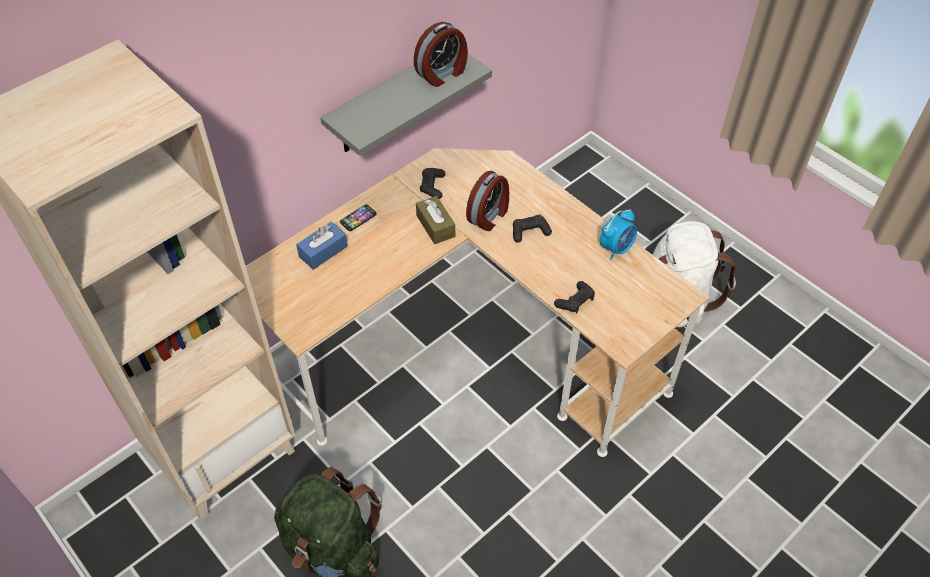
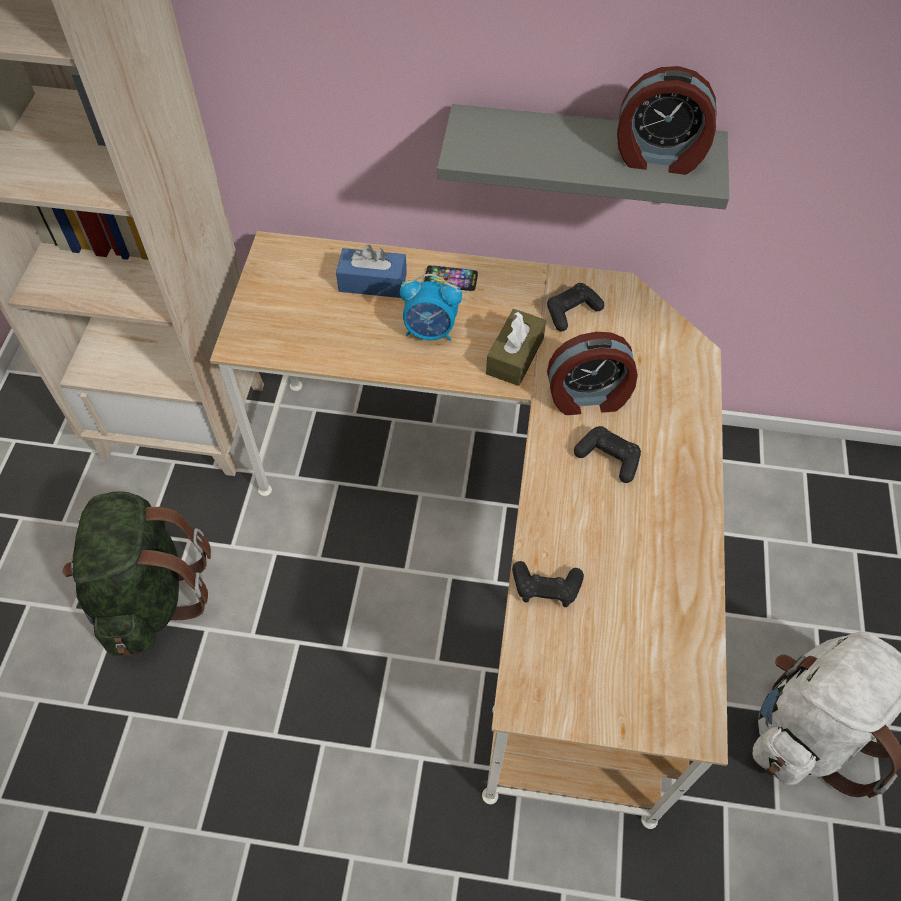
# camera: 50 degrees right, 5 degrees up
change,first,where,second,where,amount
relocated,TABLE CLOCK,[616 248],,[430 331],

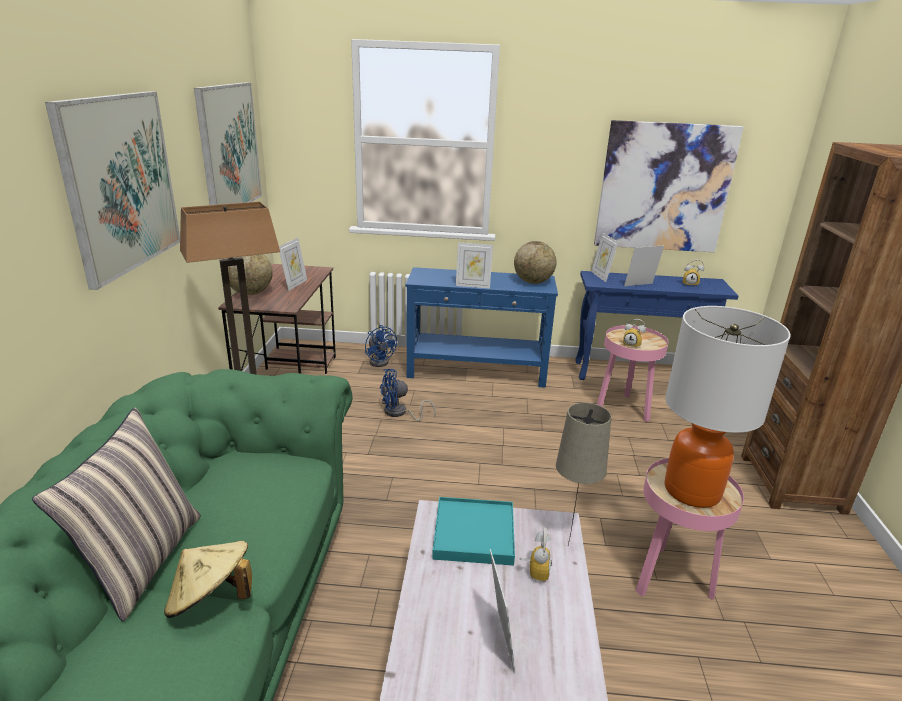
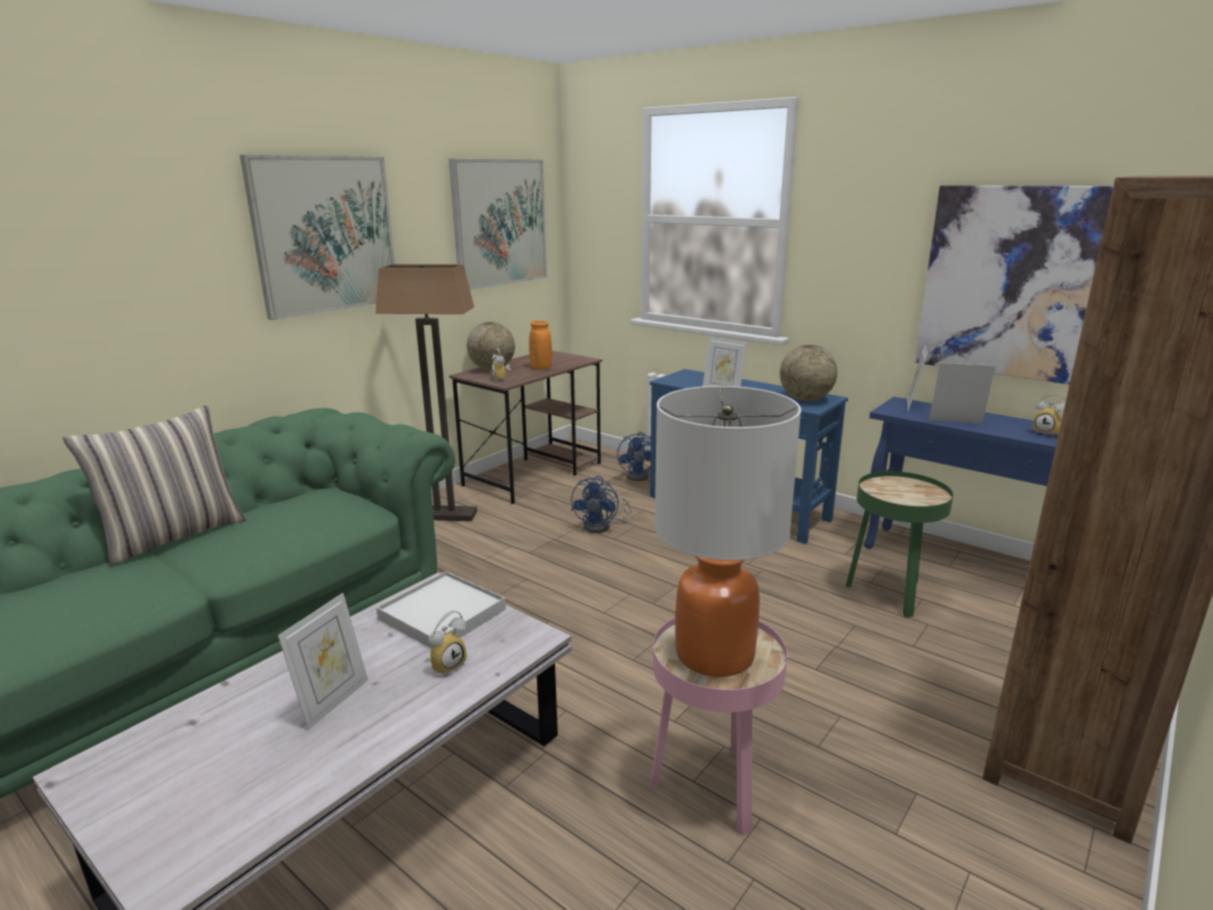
# camera: 35 degrees right, 5 degrees down
change,first,where,second,where,amount
colour,TURQUOISE SERVING TRAY,[474 534],WHITE SERVING TRAY,[442 614],
relocated,TABLE CLOCK,[632 345],,[502 379],
exchanged,PICTURE FRAME,[294 284],ORANGE VASE,[541 368],
spun,BLUE FAN,[399 413],,[602 526],90 degrees counterclockwise
colour,PINKISH SIDE TABLE,[624 408],GREENISH SIDE TABLE,[890 593],
missing,BEIGE-COLOURED WEARABLE HAT,[211 599],,,
missing,BEIGE-COLOURED TABLE LAMP,[569 537],,,

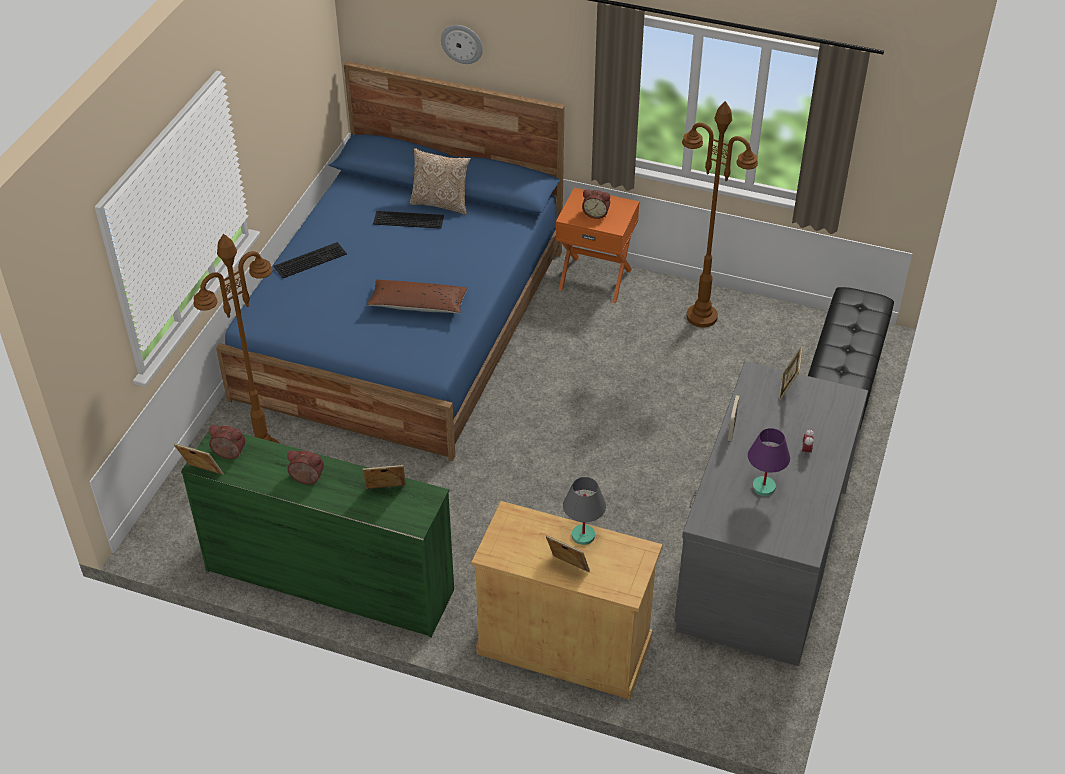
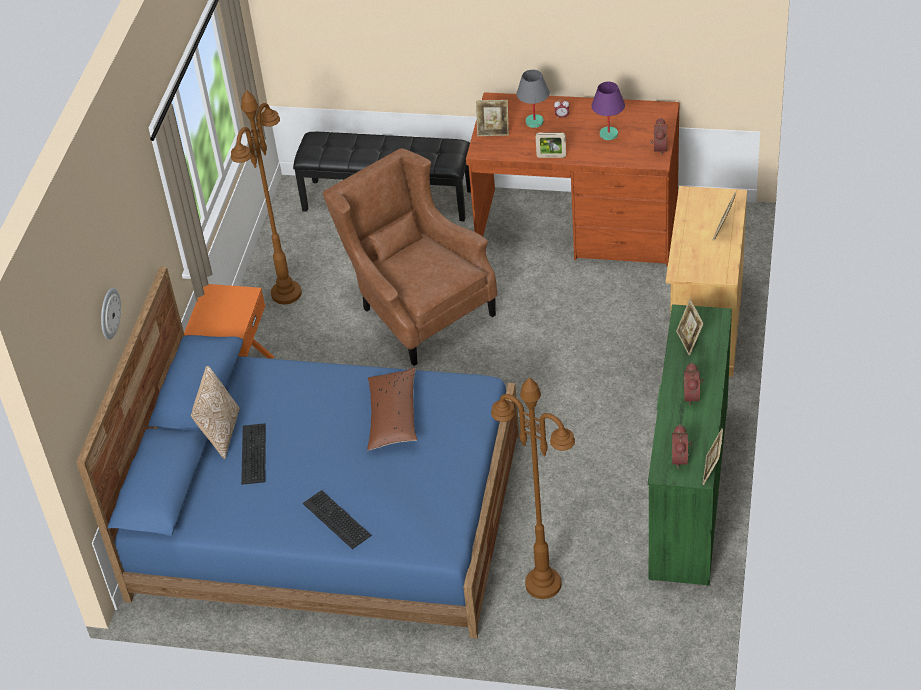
# camera: 95 degrees left, 0 degrees up
change,first,where,second,where,amount
appeared,,,BROWN LOUNGE CHAIR,[417 309],
colour,GRAY DESK,[761 559],BROWN DESK,[578 227],
relocated,GRAY TABLE LAMP,[582 536],,[535 122],
relocated,TABLE CLOCK,[596 213],,[658 148],

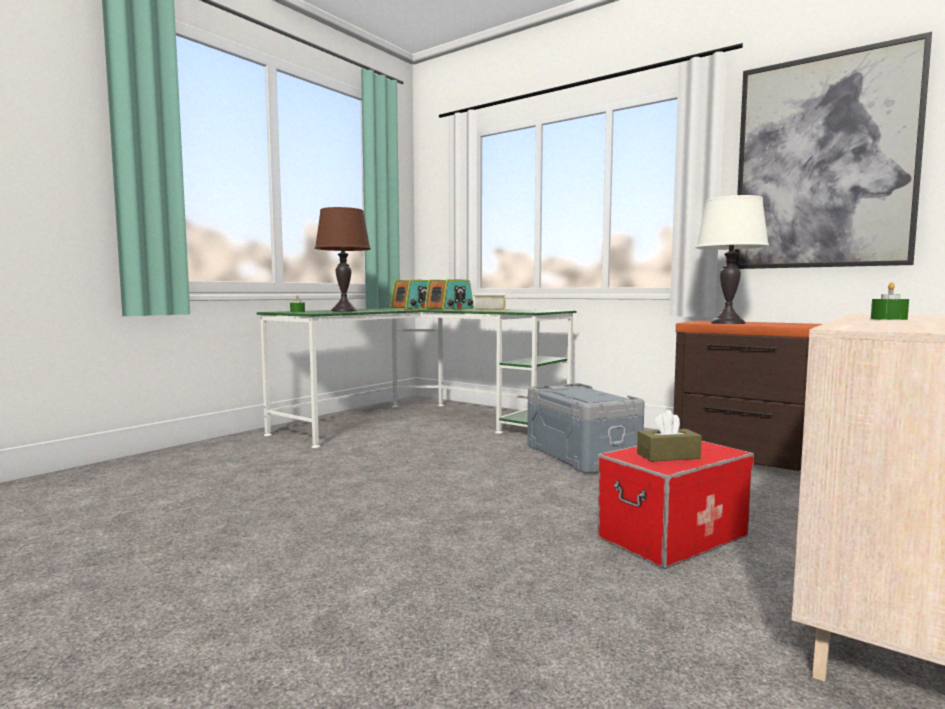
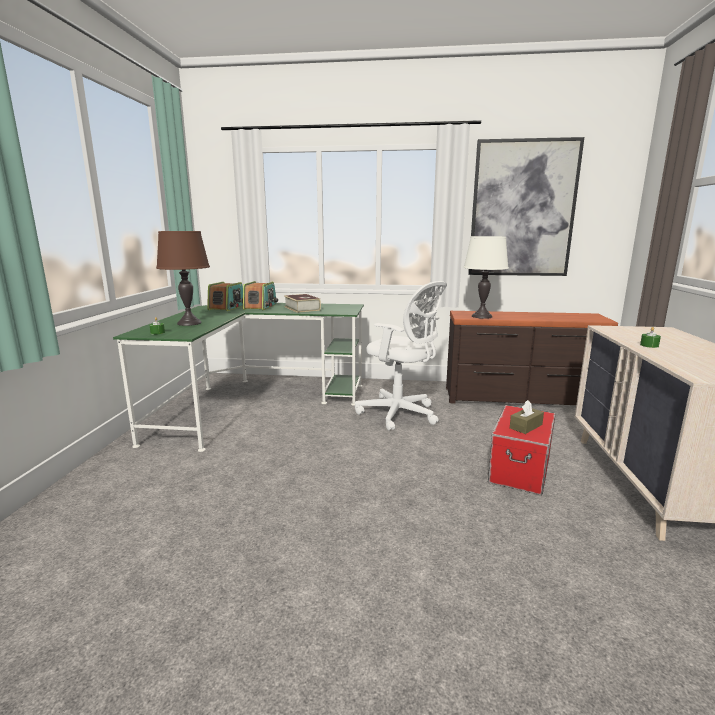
# camera: 30 degrees left, 10 degrees up
change,first,where,second,where,amount
exchanged,GRAY STORAGE BIN,[580 455],WHITE COMPUTER CHAIR,[400 414],

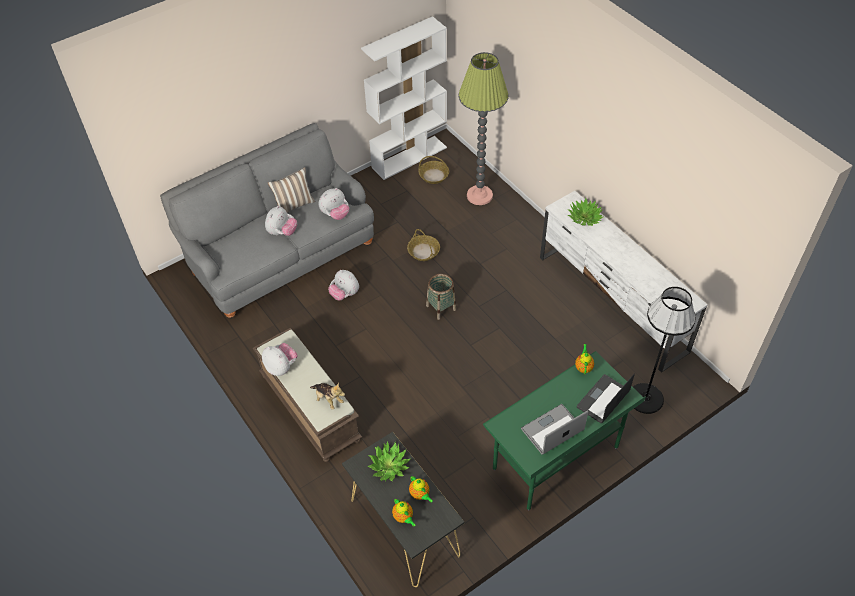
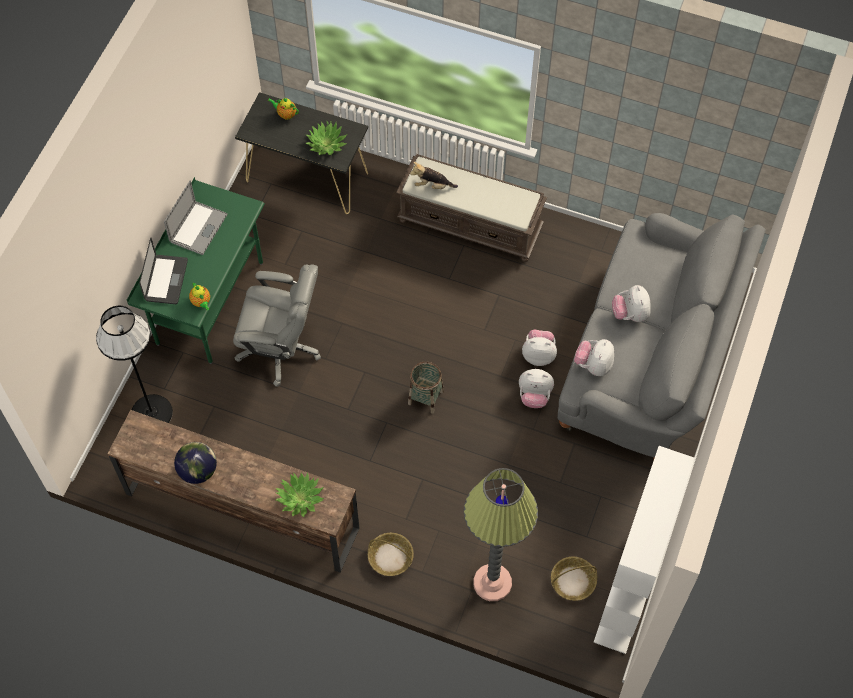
# camera: 145 degrees right, 10 degrees up
change,first,where,second,where,amount
colour,WHITE MEDIA CONSOLE,[612 304],BROWN MEDIA CONSOLE,[241 510],
appeared,,,DESK GLOBE,[198 471],
appeared,,,GRAY COMPUTER CHAIR,[281 348],
relocated,BASKET,[424 251],,[390 557],
relocated,PLUSH TOY,[281 367],,[534 396],
missing,CUSHION,[294 205],,,
missing,TEA POT,[420 494],,,

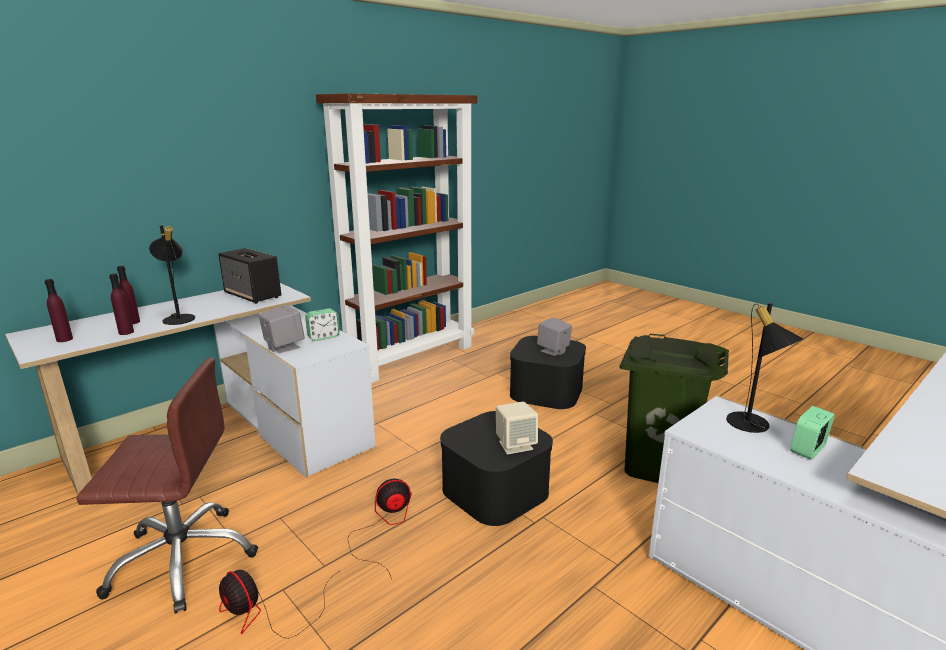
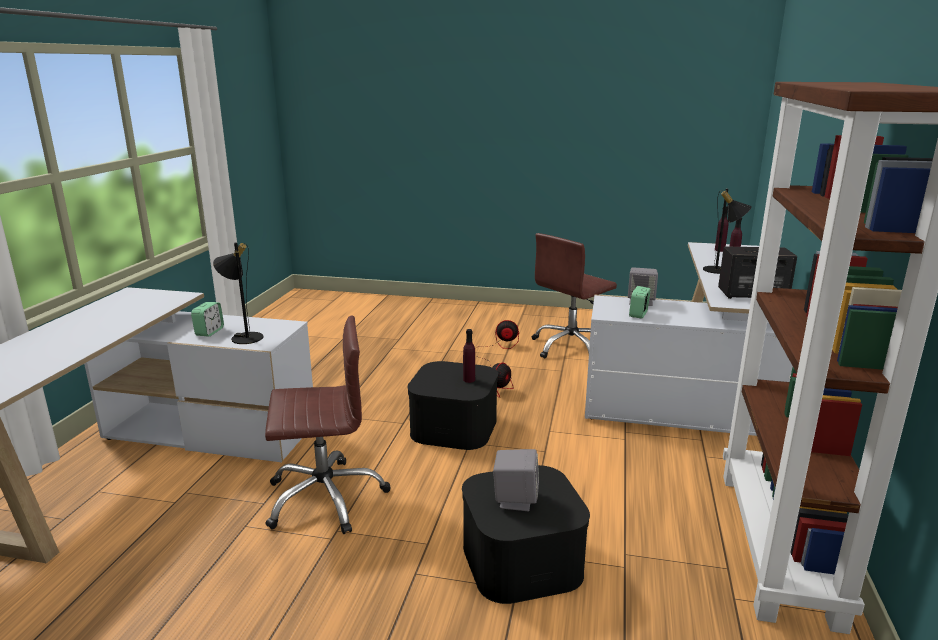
# camera: 145 degrees right, 0 degrees up
change,first,where,second,where,amount
exchanged,GREENISH RUBBISH BIN,[657 466],BROWN COMPUTER CHAIR,[325 497],
relocated,PURPLE BOTTLE,[126 332],,[469 380],
missing,BEIGE-COLOURED SPEAKER,[515 445],,,

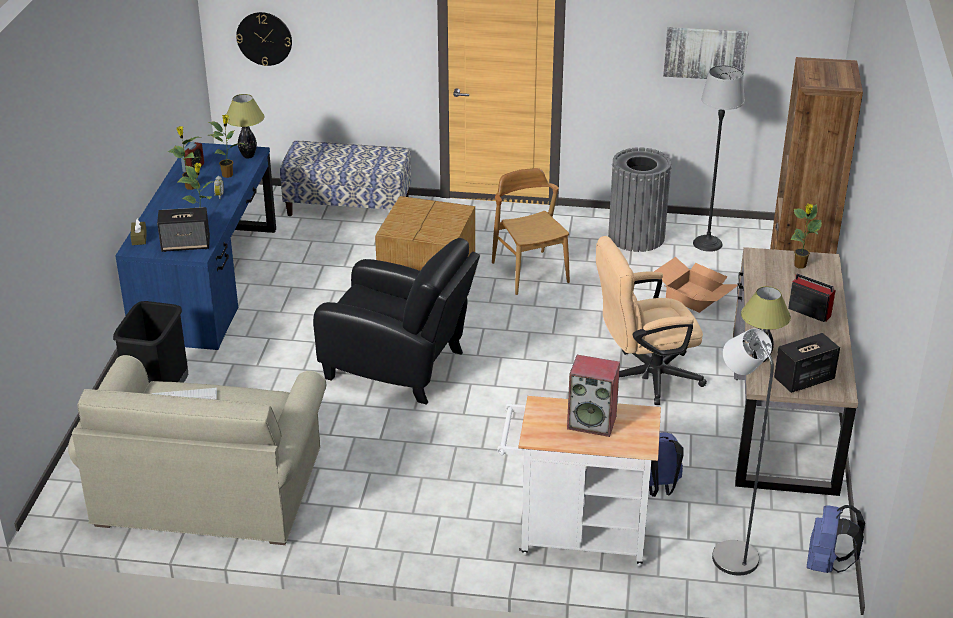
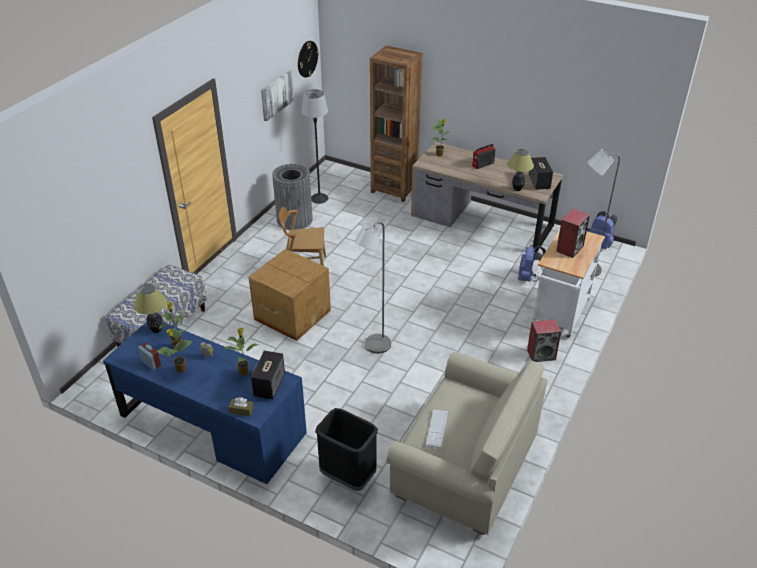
# camera: 70 degrees left, 5 degrees up
change,first,where,second,where,amount
relocated,CLOCK ON THE WALL,[264 38],,[307 59],
exchanged,BLACK-COLOURED LOUNGE CHAIR,[399 367],GRAY STANDING LAMP,[374 347],
appeared,,,SPEAKER,[541 354],
missing,BEIGE-COLOURED COMPUTER CHAIR,[644 377],,,
missing,CARDBOARD BOX,[694 296],,,

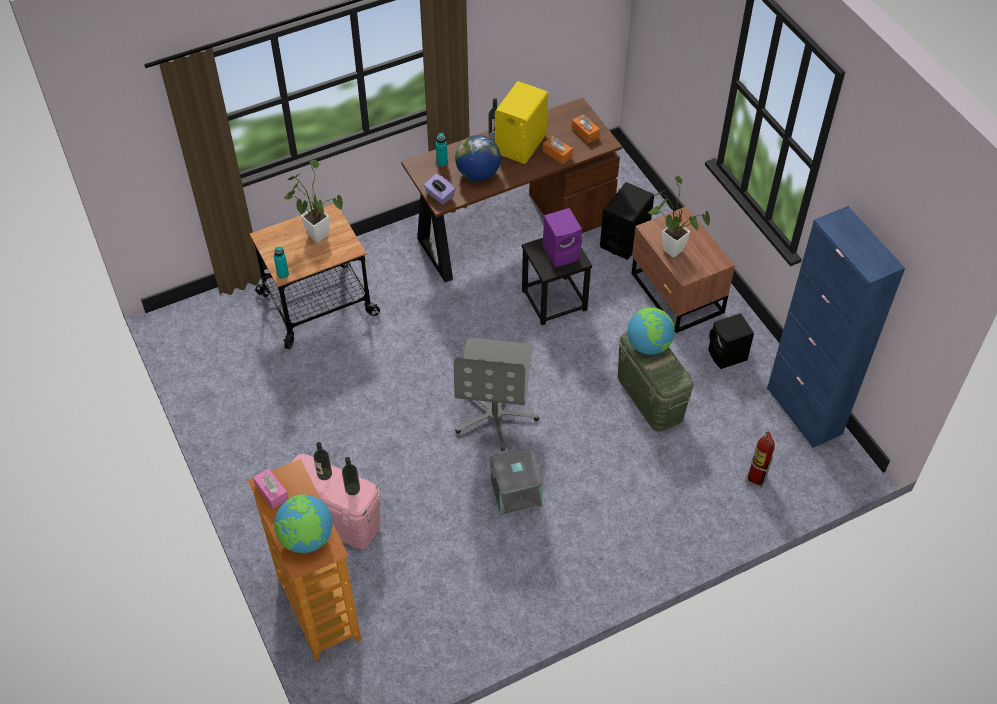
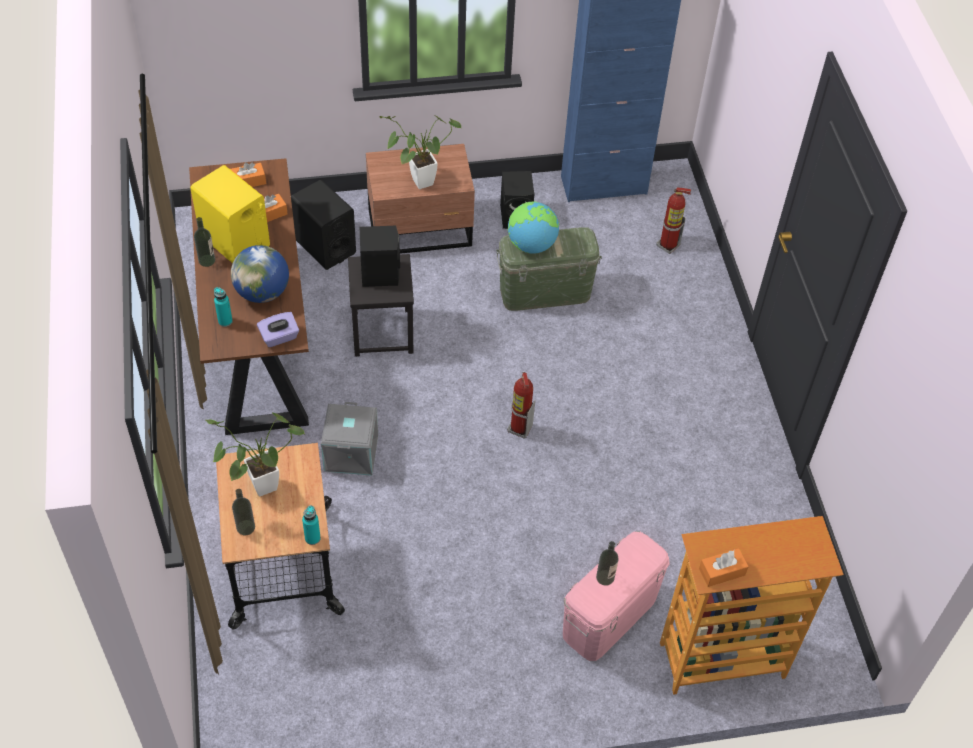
# camera: 75 degrees left, 0 degrees up
change,first,where,second,where,amount
relocated,BOTTLE,[352 488],,[245 527],
relocated,GRAY STORAGE BIN,[516 493],,[352 453],
colour,PURPLE SPEAKER,[562 252],BLACK-COLOURED SPEAKER,[380 273],
exchanged,GRAY COMPUTER CHAIR,[495 415],FIRE EXTINGUISHER,[519 428],
colour,PINKISH BOX OF TISSUES,[271 492],ORANGE BOX OF TISSUES,[722 572],
missing,DESK GLOBE,[306 538],,,

